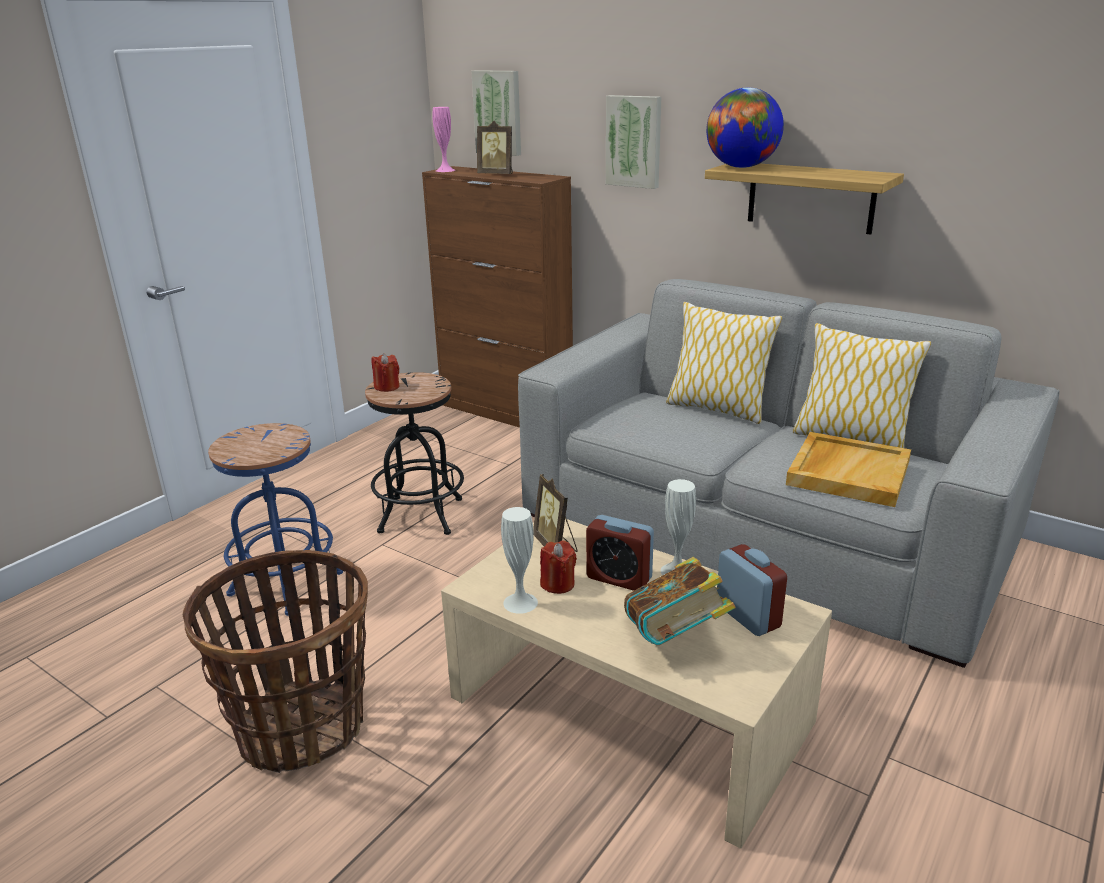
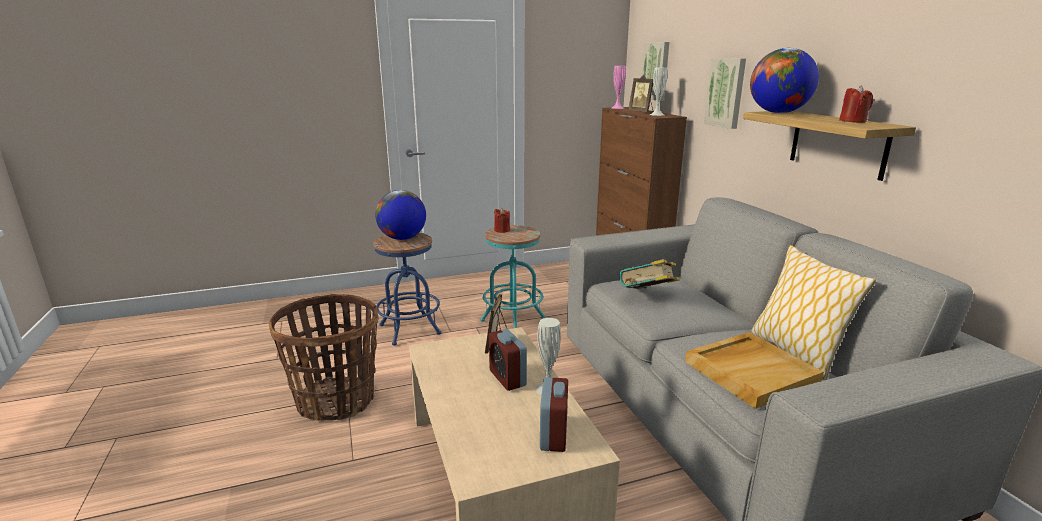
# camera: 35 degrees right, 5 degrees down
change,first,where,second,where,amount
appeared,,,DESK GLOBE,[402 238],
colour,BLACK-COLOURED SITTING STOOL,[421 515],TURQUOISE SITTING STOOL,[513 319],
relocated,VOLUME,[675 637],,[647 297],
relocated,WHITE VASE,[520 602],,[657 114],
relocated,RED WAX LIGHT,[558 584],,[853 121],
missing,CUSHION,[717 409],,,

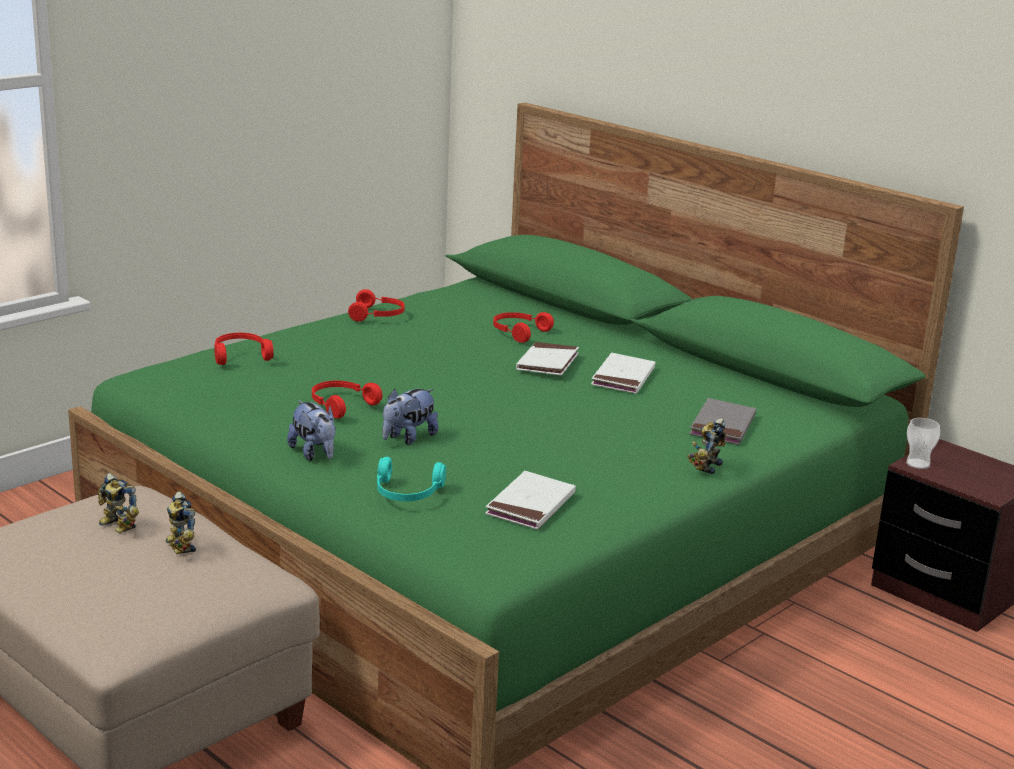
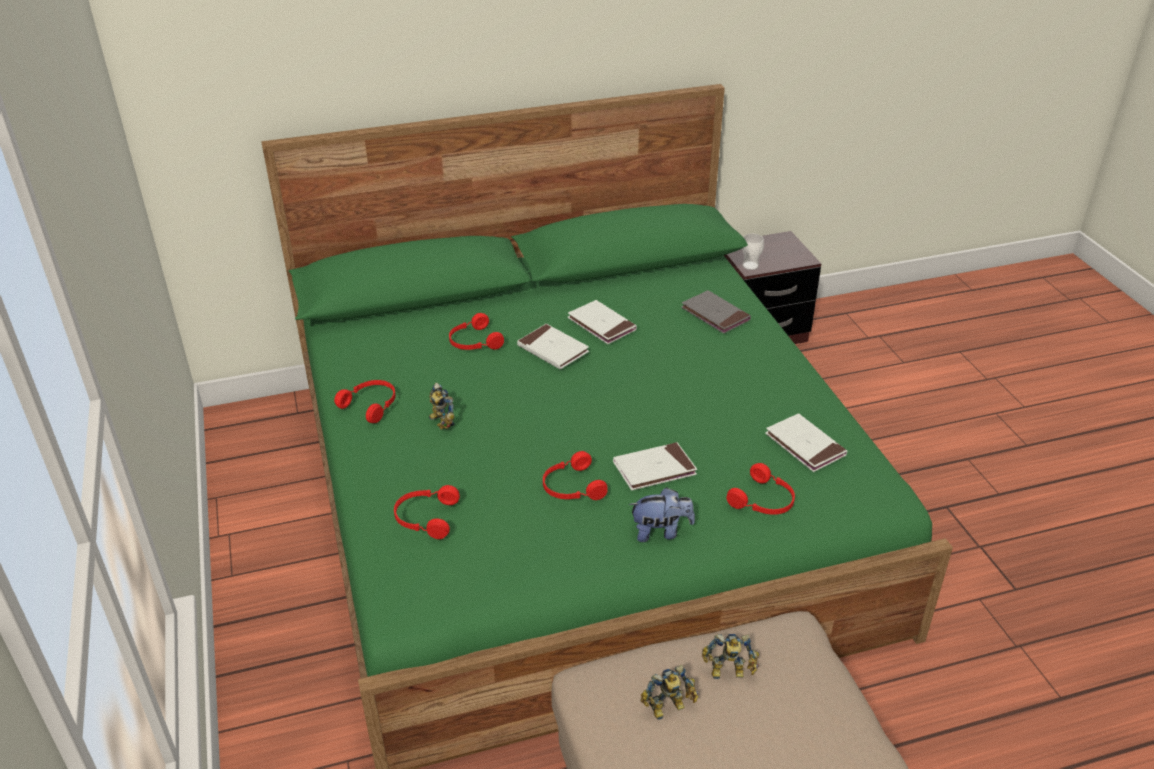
# camera: 60 degrees left, 15 degrees up
change,first,where,second,where,amount
relocated,ROBOT FIGURE,[705 466],,[440 422],
exchanged,PLUSH TOY,[408 438],WHITE VOLUME,[654 469],
colour,TURQUOISE PAIR OF HEADPHONES,[407 493],RED PAIR OF HEADPHONES,[764 501],

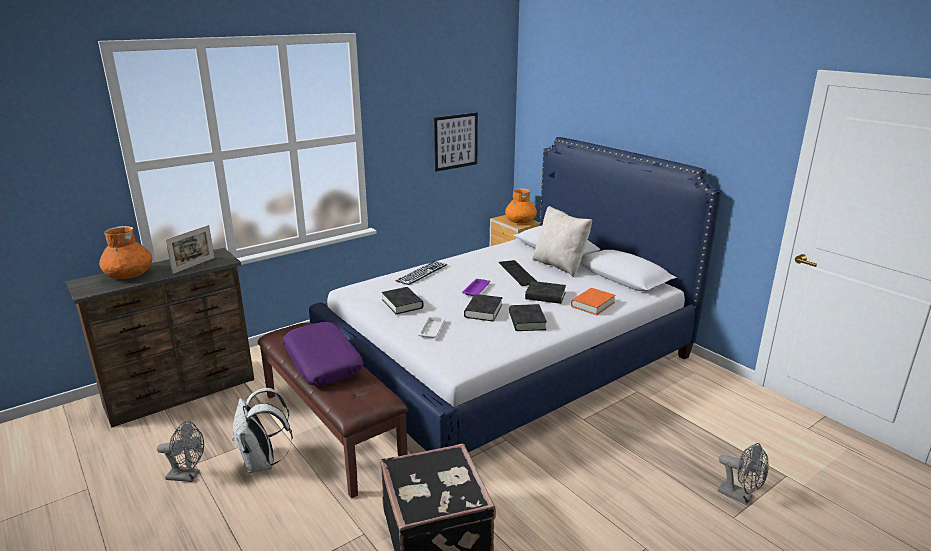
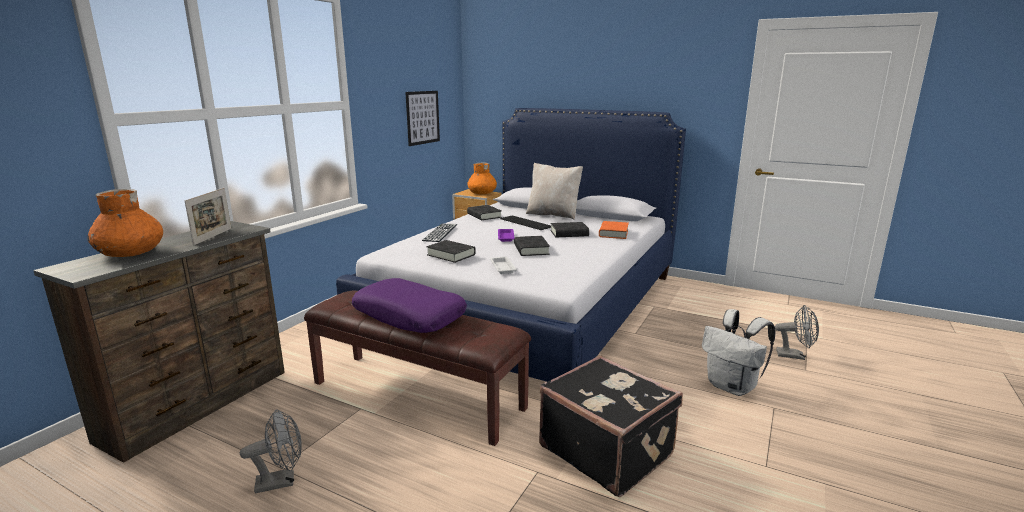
# camera: 25 degrees left, 5 degrees down
change,first,where,second,where,amount
relocated,BLACK-COLOURED VOLUME,[527 321],,[484 216],
relocated,WHITE KNAPSACK,[263 463],,[732 387],

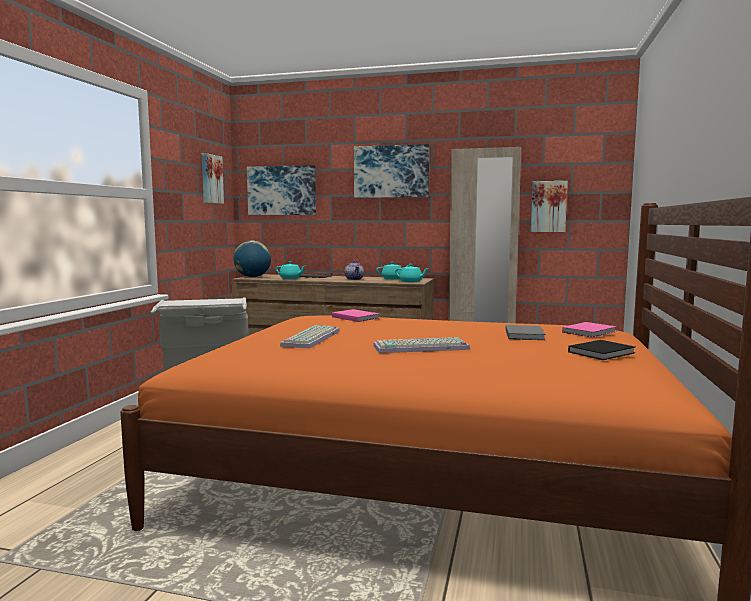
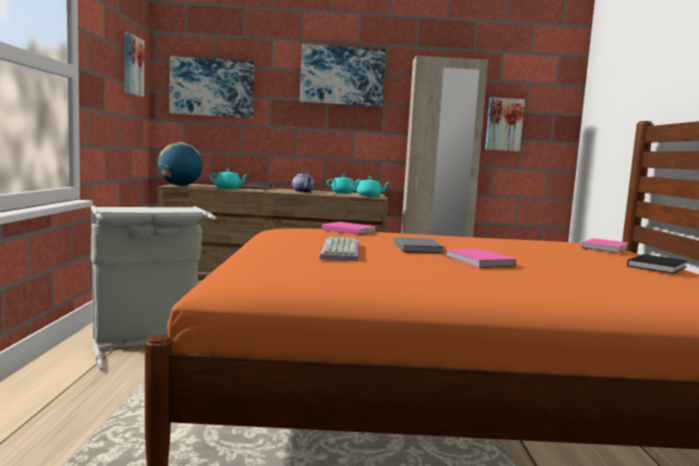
# camera: 15 degrees left, 0 degrees up
change,first,where,second,where,amount
relocated,GRAY VOLUME,[525 334],,[418 248],
exchanged,PC KEYBOARD,[420 348],PINKISH VOLUME,[479 261],

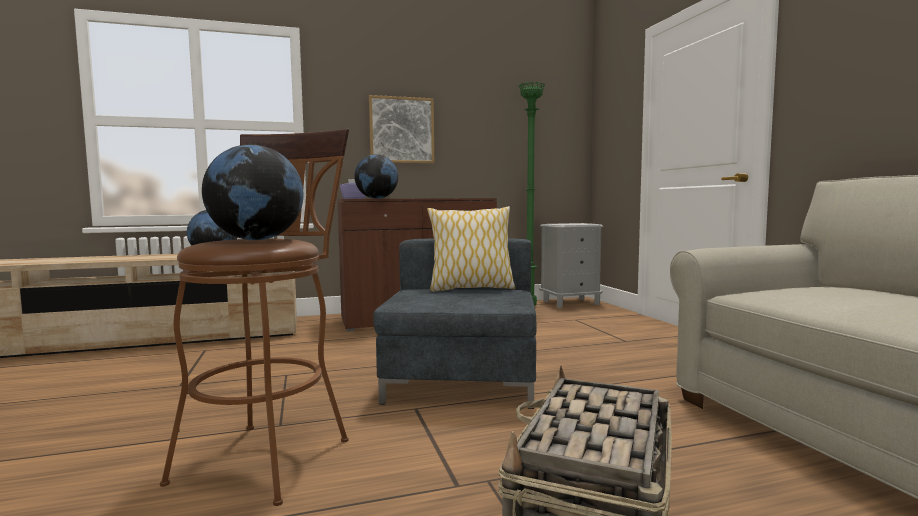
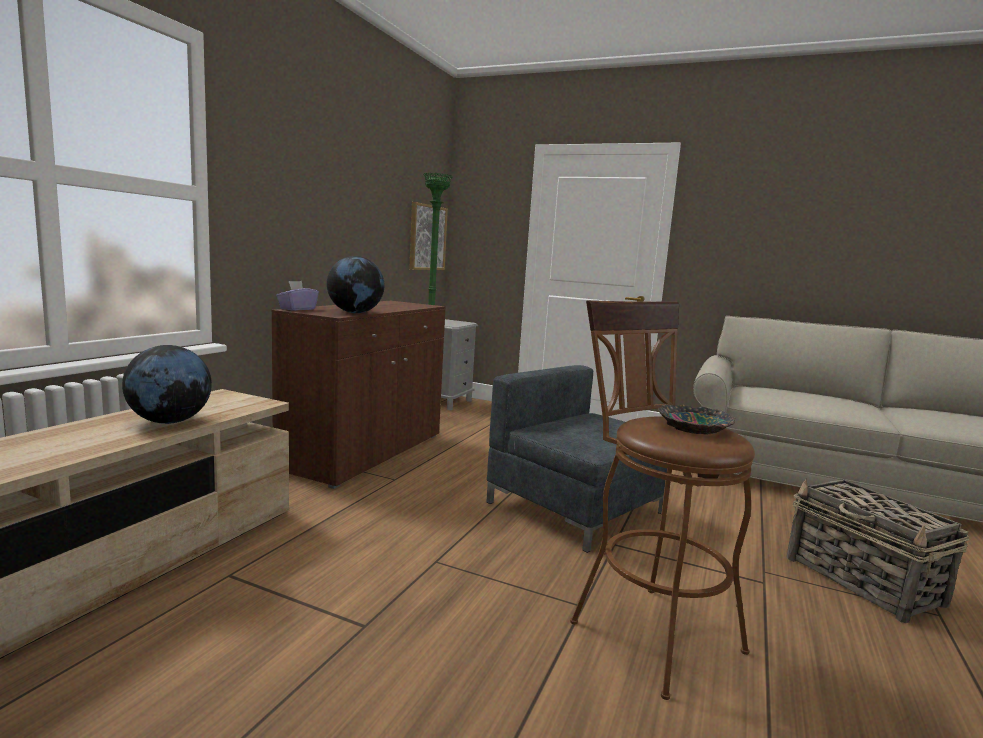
# camera: 50 degrees left, 5 degrees up
change,first,where,second,where,amount
relocated,WALL ART,[401 130],,[427 237],
exchanged,DESK GLOBE,[256 240],BOWL,[693 427],
missing,CUSHION,[471 289],,,

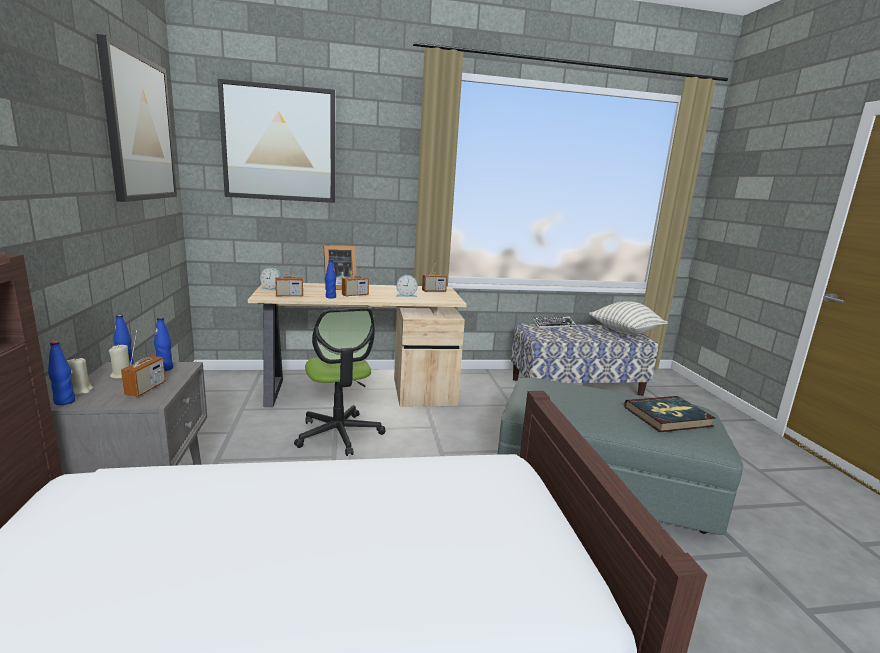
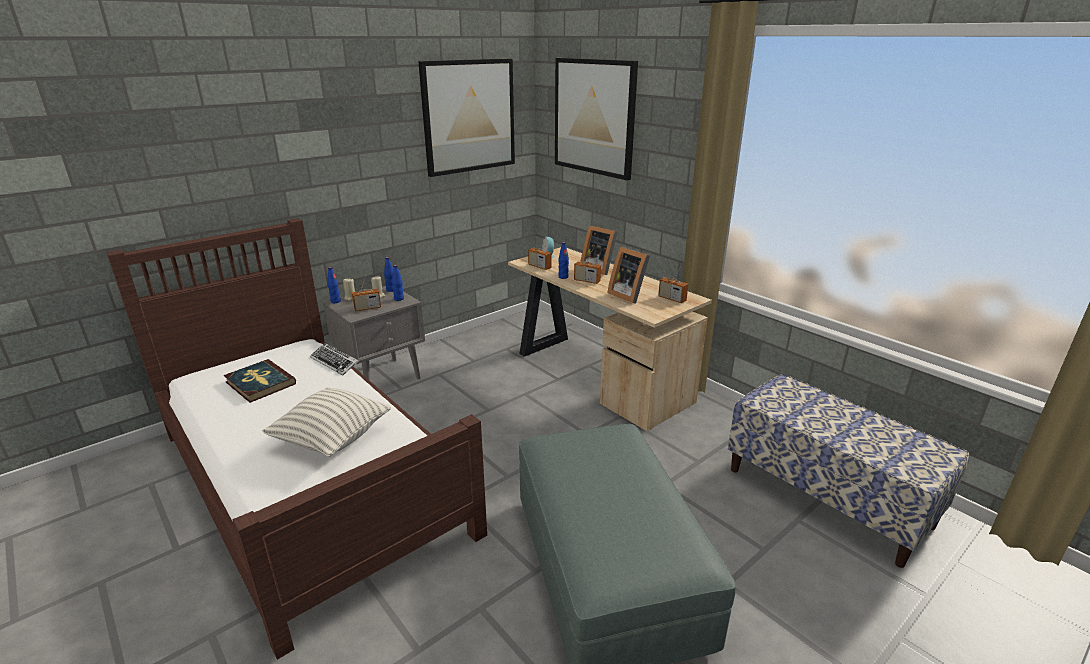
# camera: 60 degrees right, 10 degrees up
change,first,where,second,where,amount
relocated,VOLUME,[668 417],,[260 383],
relocated,CUSHION,[625 332],,[332 439],
relocated,PC KEYBOARD,[553 325],,[335 362],
exchanged,TABLE CLOCK,[406 295],PICTURE FRAME,[628 295],
missing,COMPUTER CHAIR,[339 434],,,

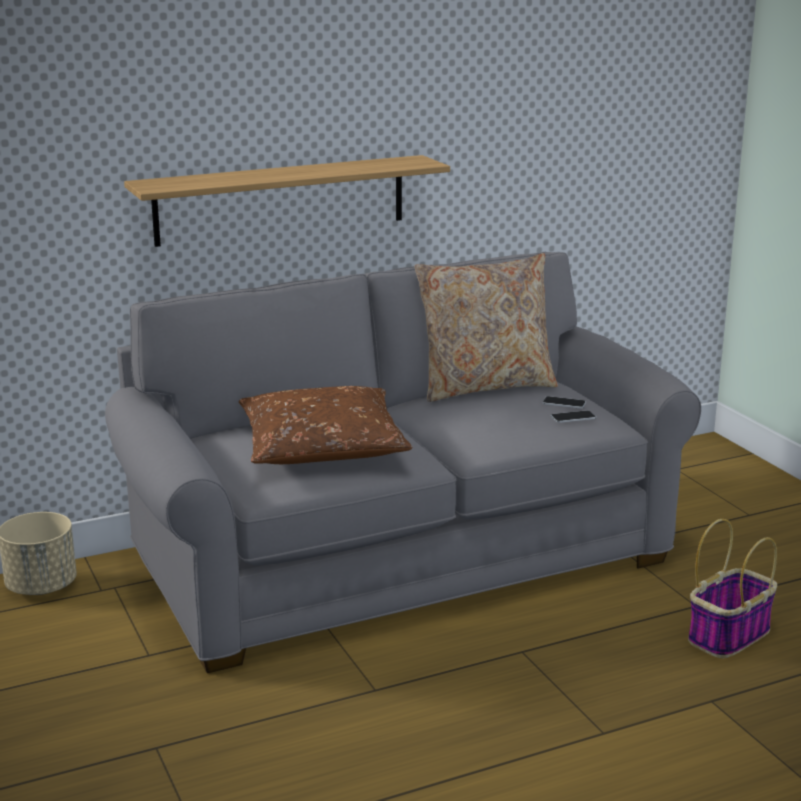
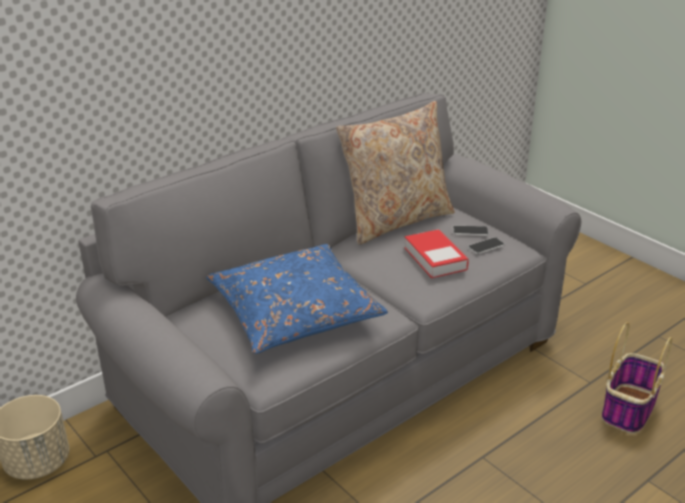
# camera: 15 degrees left, 10 degrees up
change,first,where,second,where,amount
colour,BROWN CUSHION,[322 446],BLUE CUSHION,[295 312],
appeared,,,VOLUME,[435 258],
missing,WALL SHELF,[281 200],,,

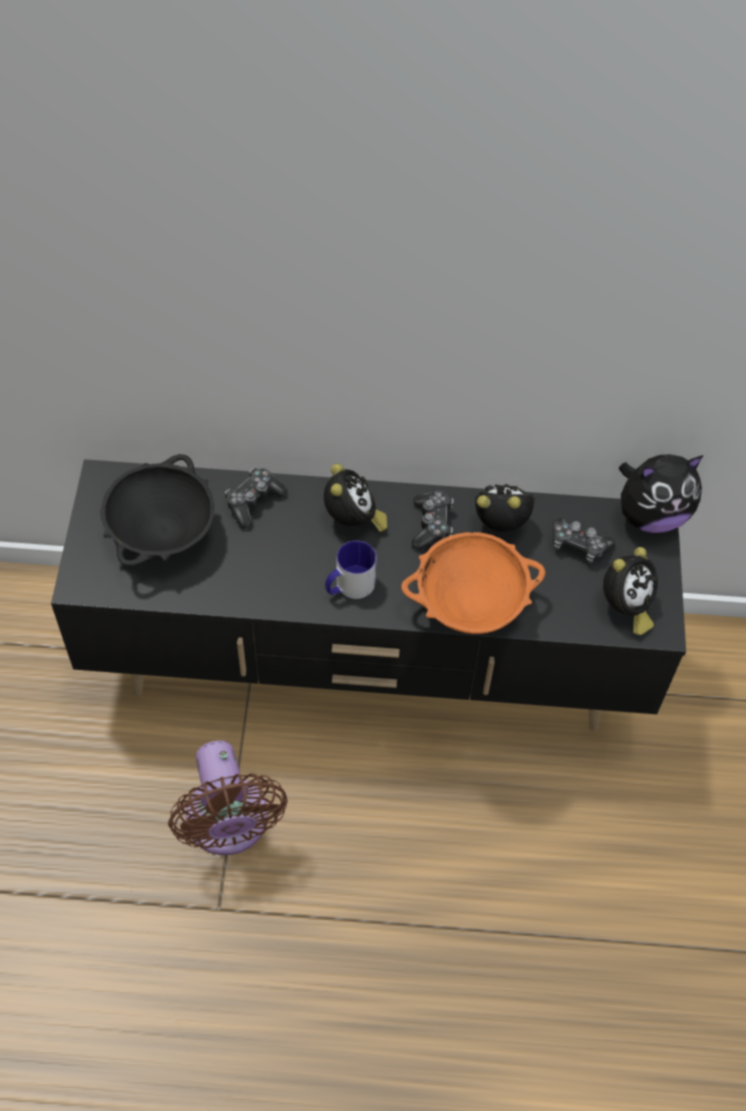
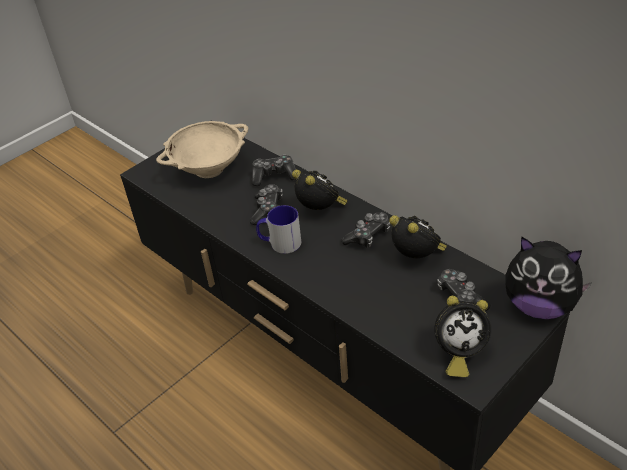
# camera: 45 degrees right, 15 degrees down
change,first,where,second,where,amount
colour,BLACK-COLOURED BOWL,[162 534],BEIGE-COLOURED BOWL,[208 169],
appeared,,,GAMEPAD,[267 210],
spun,TABLE CLOCK,[353 521],,[320 211],75 degrees counterclockwise
missing,BROWN FAN,[228 825],,,
missing,ORANGE BOWL,[470 605],,,

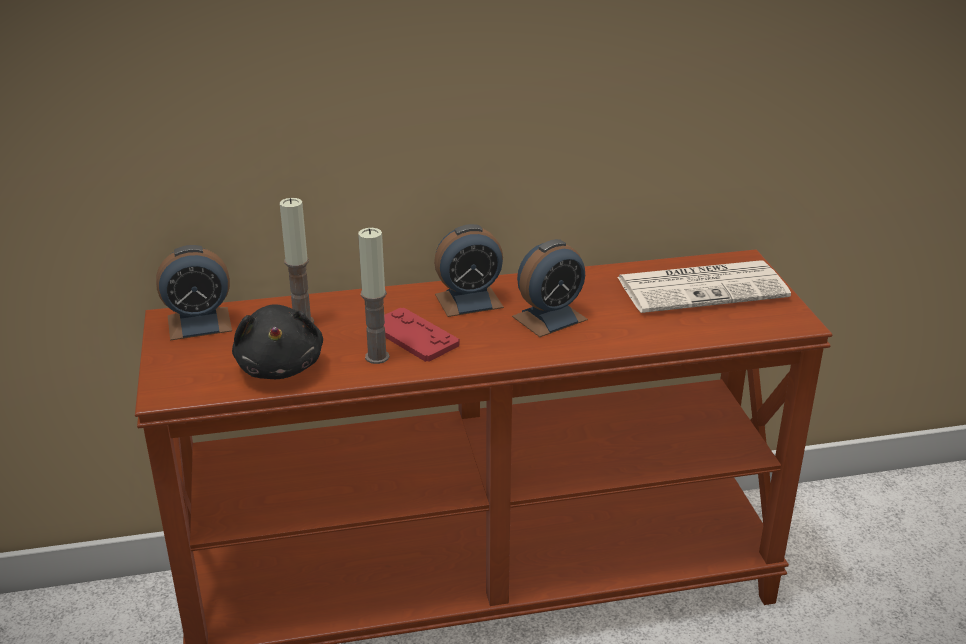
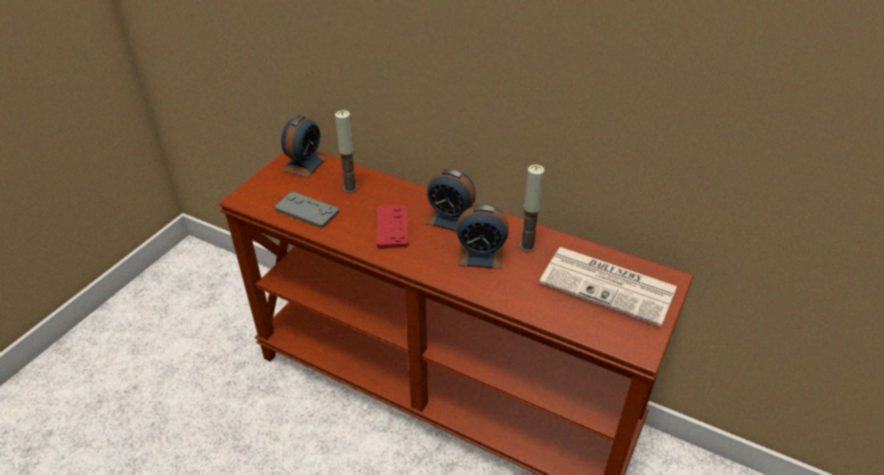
# camera: 40 degrees right, 10 degrees up
change,first,where,second,where,amount
exchanged,BLACK-COLOURED PLUSH TOY,[280 367],GRAY GAMEPAD,[307 211],
spun,TABLE CLOCK,[199 323],,[305 164],90 degrees counterclockwise
relocated,WAX LIGHT,[377 357],,[527 246],

